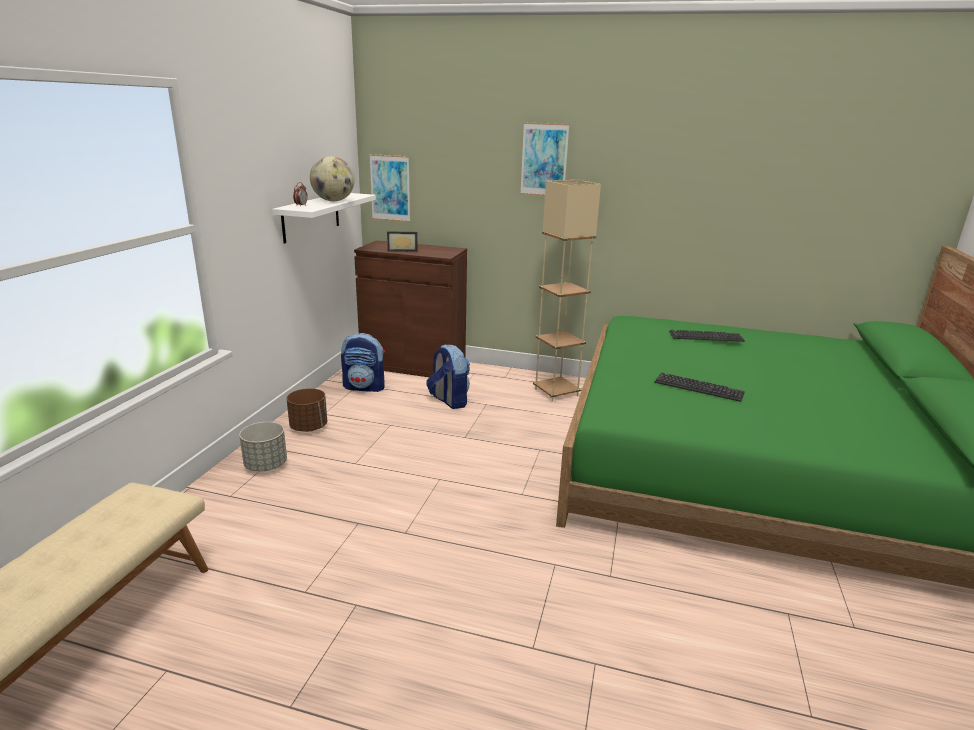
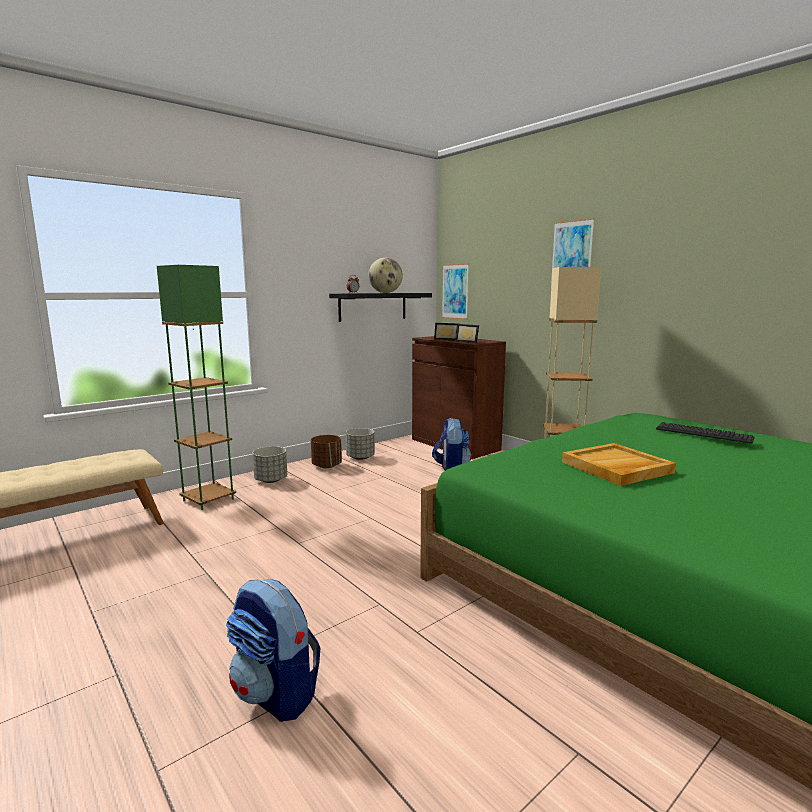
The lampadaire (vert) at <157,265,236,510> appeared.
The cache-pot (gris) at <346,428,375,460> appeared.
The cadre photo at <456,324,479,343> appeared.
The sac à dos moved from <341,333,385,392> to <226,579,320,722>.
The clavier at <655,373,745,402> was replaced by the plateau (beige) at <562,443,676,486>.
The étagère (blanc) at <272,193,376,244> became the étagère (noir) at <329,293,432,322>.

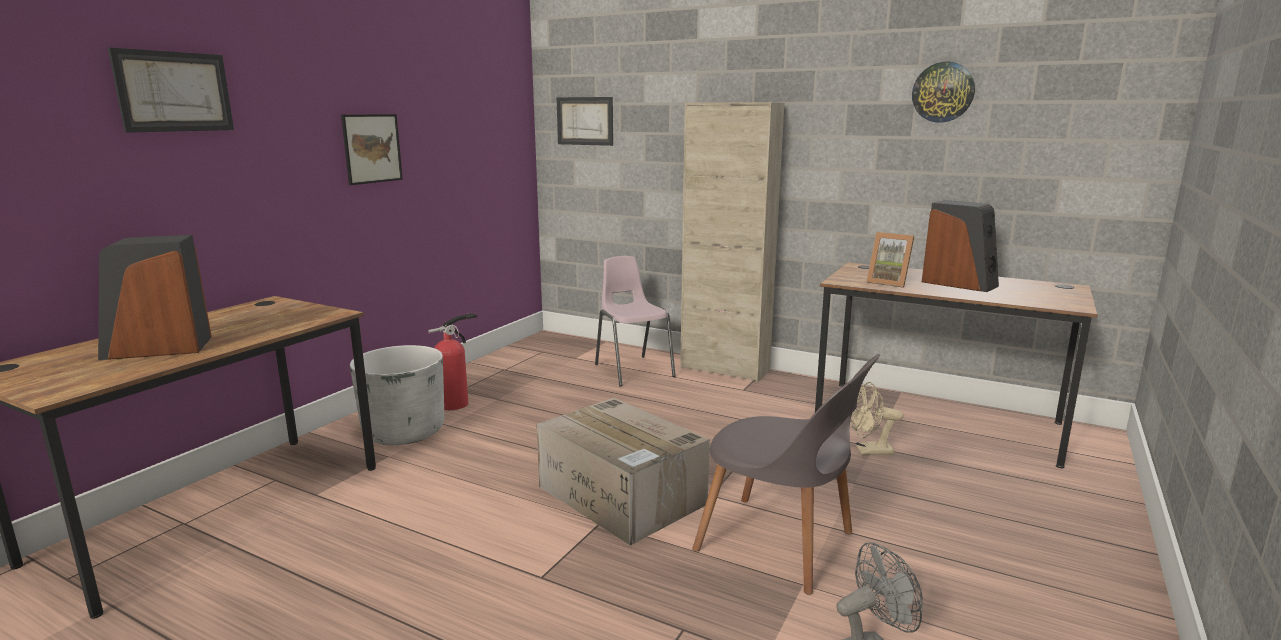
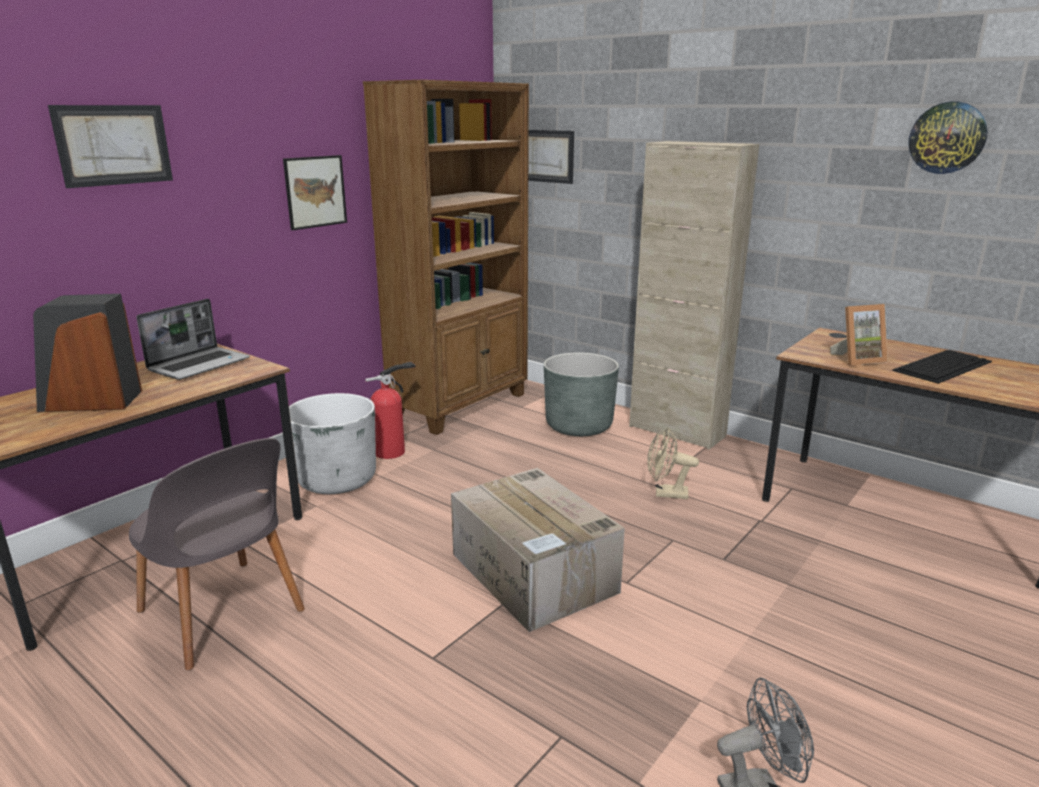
The ordinateur portable at <136,299,250,380> appeared.
The bibliothèque (marron) at <363,80,529,435> appeared.
The chaise (gris) moved from <692,354,880,595> to <129,438,305,670>.
The ventilateur (beige) moved from <850,382,903,455> to <647,427,699,499>.
The chaise (rose) at <595,256,676,386> was replaced by the cache-pot (gris) at <544,353,619,436>.
The enceinte at <922,200,999,292> was replaced by the clavier at <892,350,992,384>.
The cadre photo at <866,232,914,288> turned 60 degrees counterclockwise.

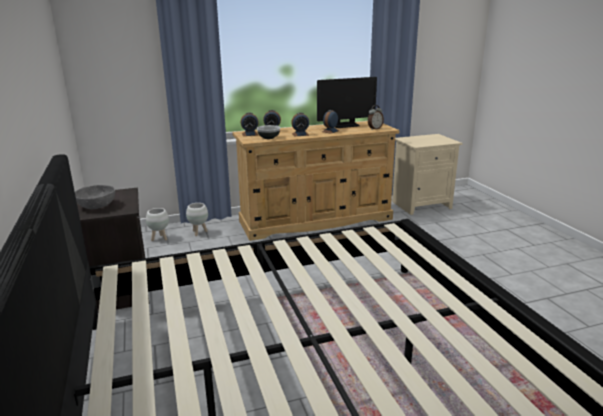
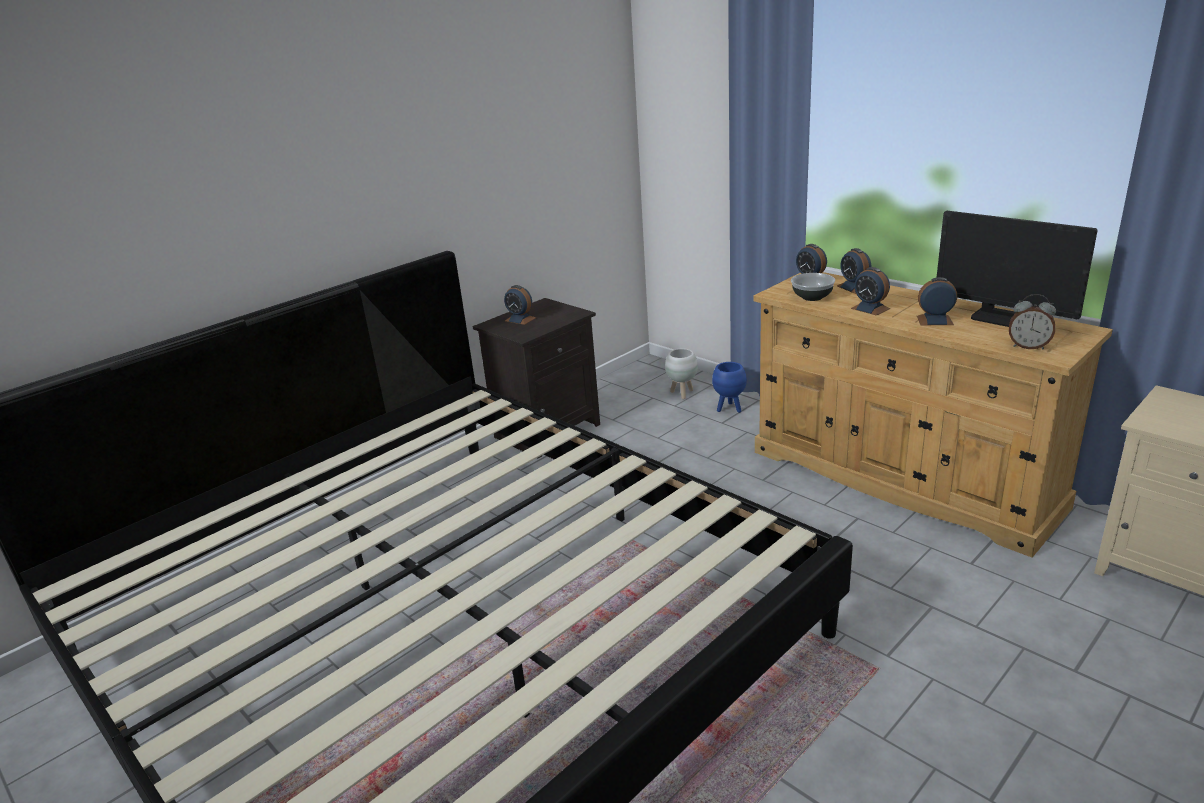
The bol (gris) at <75,185,115,209> was replaced by the réveil at <504,285,536,325>.
The cache-pot (blanc) at <186,203,208,236> became the cache-pot (bleu) at <712,362,747,413>.

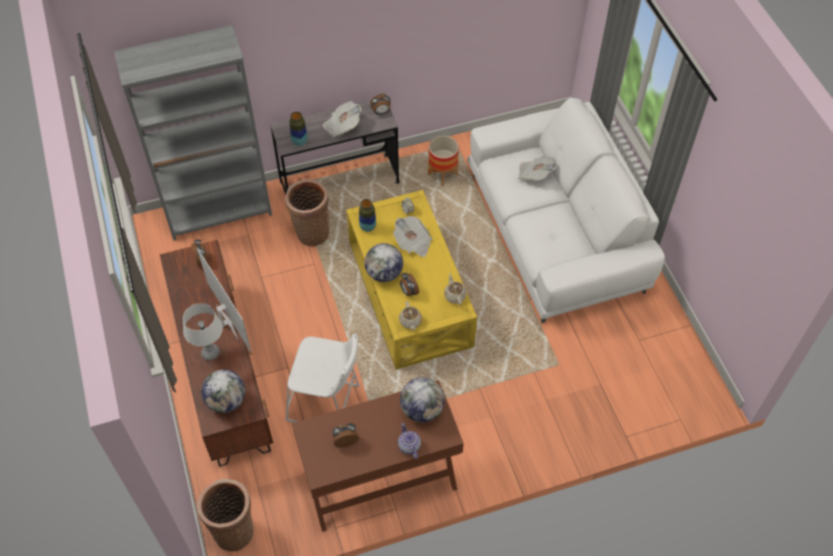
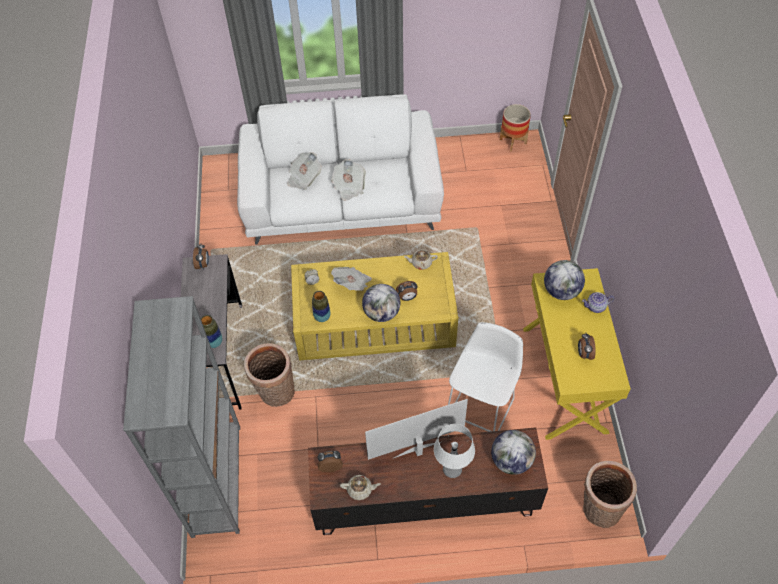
The journal moved from <323,101,362,138> to <331,159,366,201>.
The théière (beige) moved from <399,301,422,330> to <340,475,381,500>.
The cache-pot moved from <428,136,459,186> to <500,104,531,152>.
The table console (marron) at <292,380,464,532> became the table console (jaune) at <523,268,631,440>.

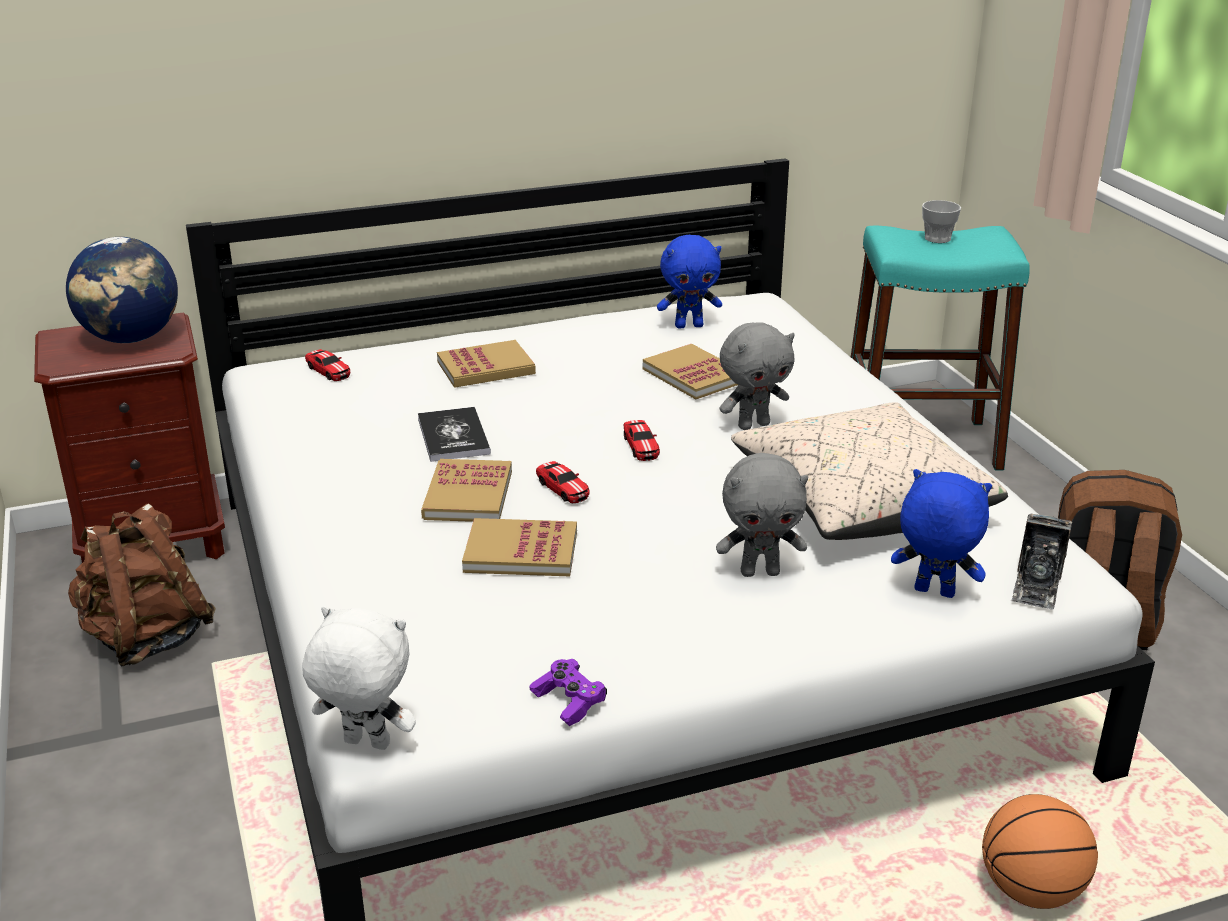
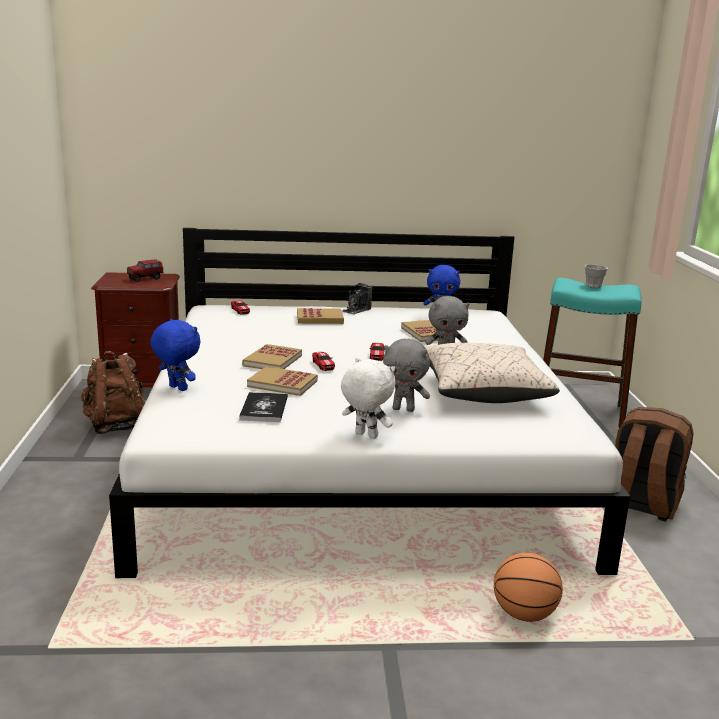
The manette (violet) at <530,659,607,726> disappeared.
The peluche (blanc) moved from <302,606,416,750> to <341,358,395,439>.
The livre moved from <418,407,491,462> to <239,392,288,422>.
The peluche (bleu) moved from <891,469,992,598> to <150,319,201,391>.
The appareil photo moved from <1011,514,1073,609> to <342,283,373,314>.
The globe at <66,237,178,343> was replaced by the camion jouet at <127,259,164,282>.

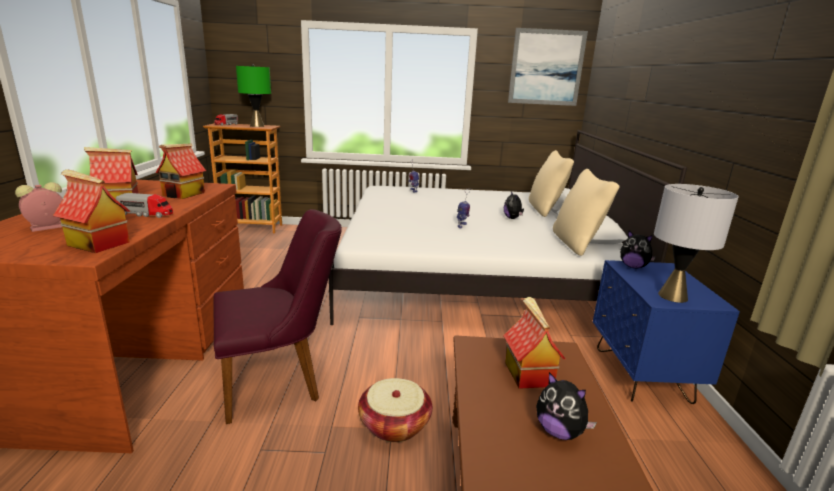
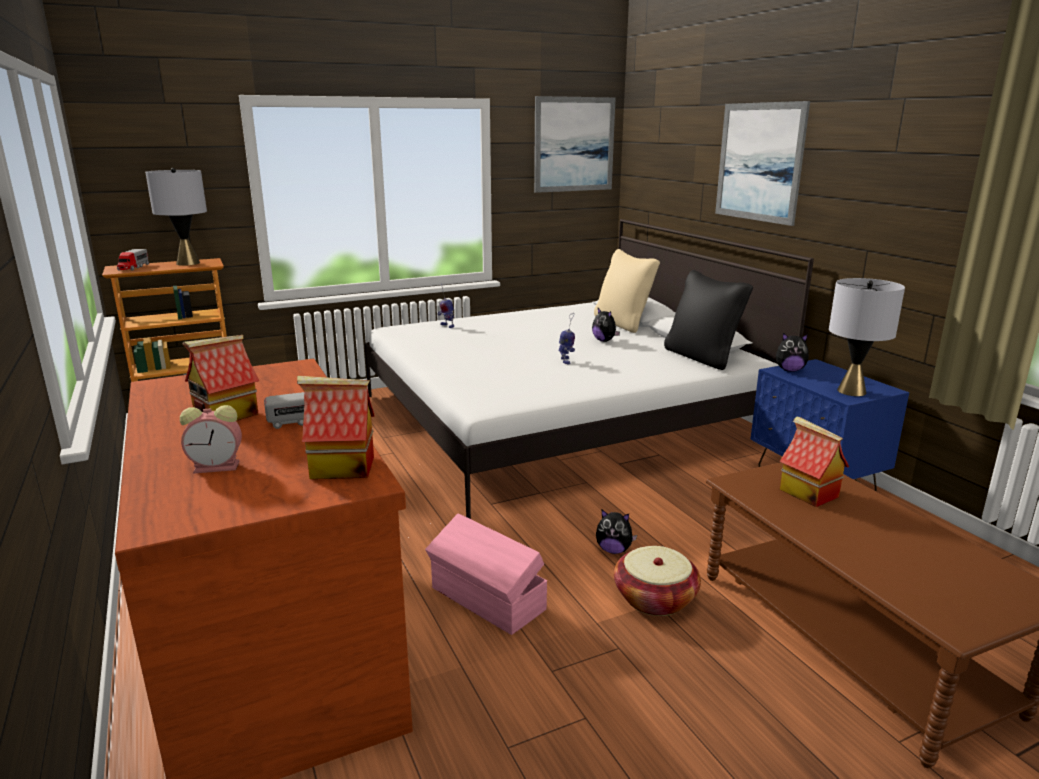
The maison miniature at <156,144,206,199> disappeared.
The tableau at <715,101,810,226> appeared.
The peluche moved from <536,372,597,440> to <596,510,637,554>.
The chaise (violet) at <214,209,342,424> was replaced by the boîte de rangement (rose) at <425,513,547,635>.
The lampe de table (vert) at <236,64,271,127> became the lampe de table (gris) at <145,168,207,266>.
The coussin (beige) at <553,169,619,256> became the coussin (noir) at <664,270,753,370>.
The réveil at <15,182,63,232> turned 120 degrees counterclockwise.

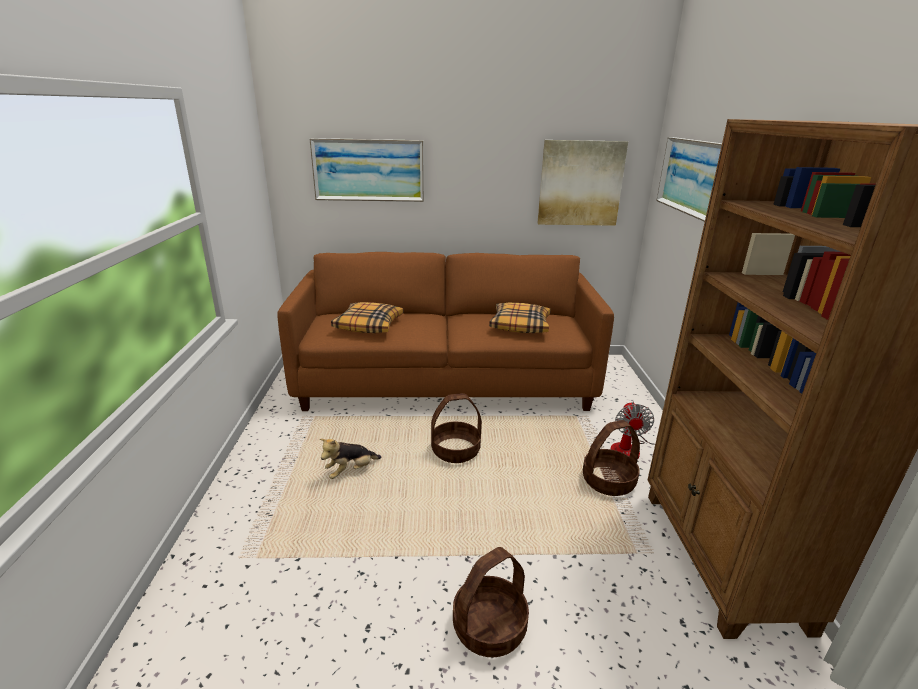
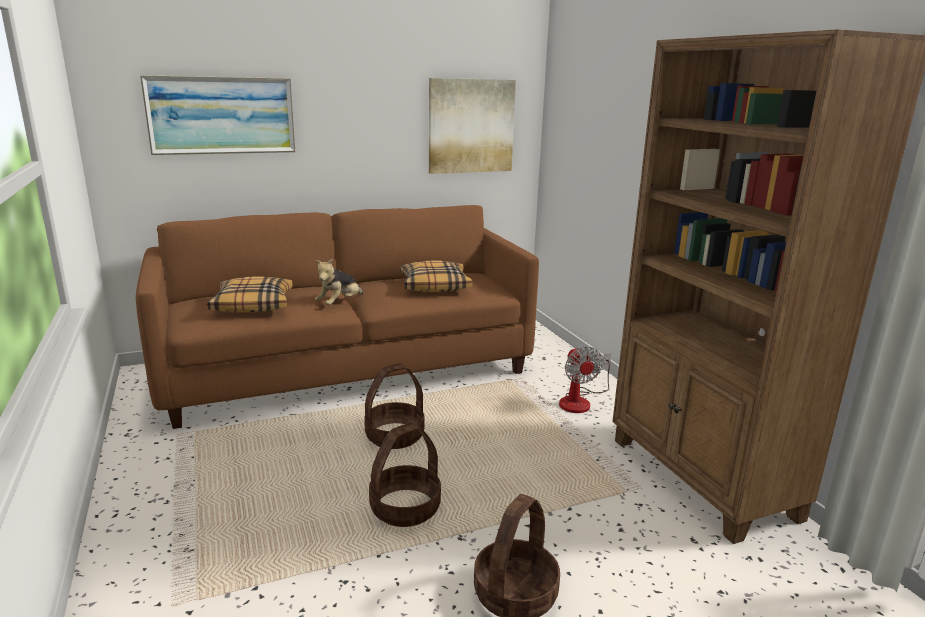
The tableau at <656,137,722,222> disappeared.
The peluche moved from <320,439,381,479> to <315,259,363,305>.
The panier moved from <583,420,640,496> to <369,423,441,527>.

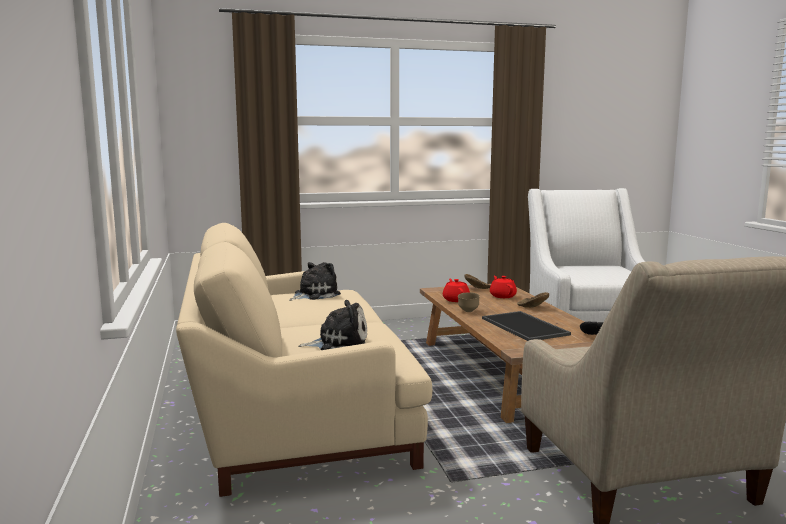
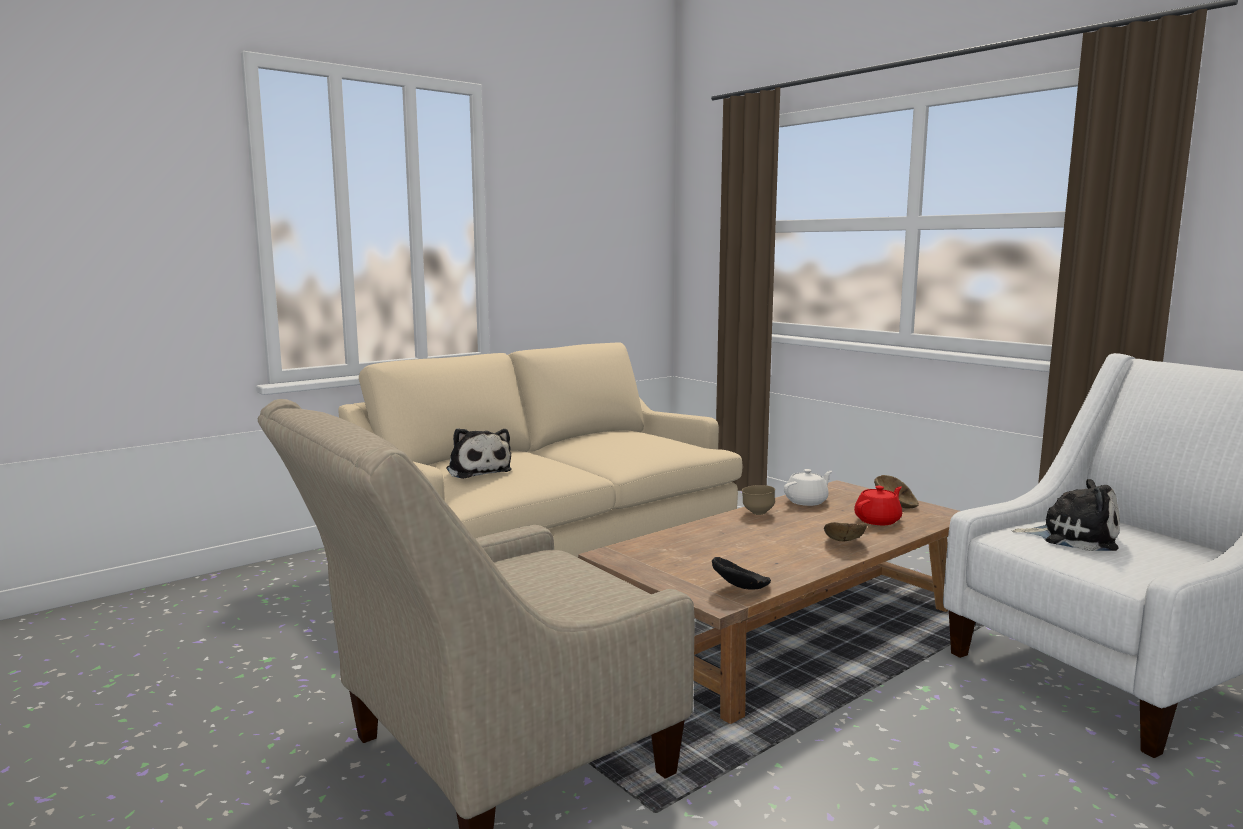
The plateau at <482,311,571,341> disappeared.
The peluche moved from <289,262,341,301> to <1012,479,1120,551>.
The théière (rouge) at <443,279,470,302> became the théière (blanc) at <784,469,832,506>.

